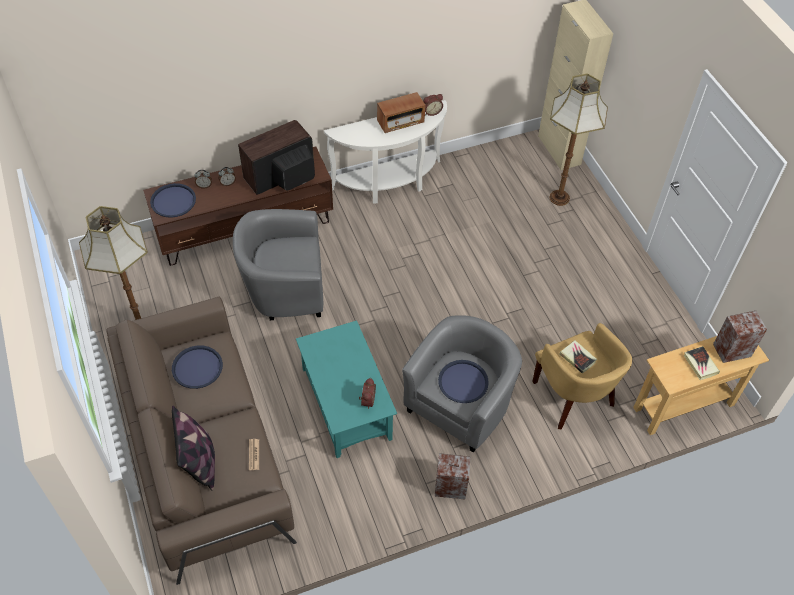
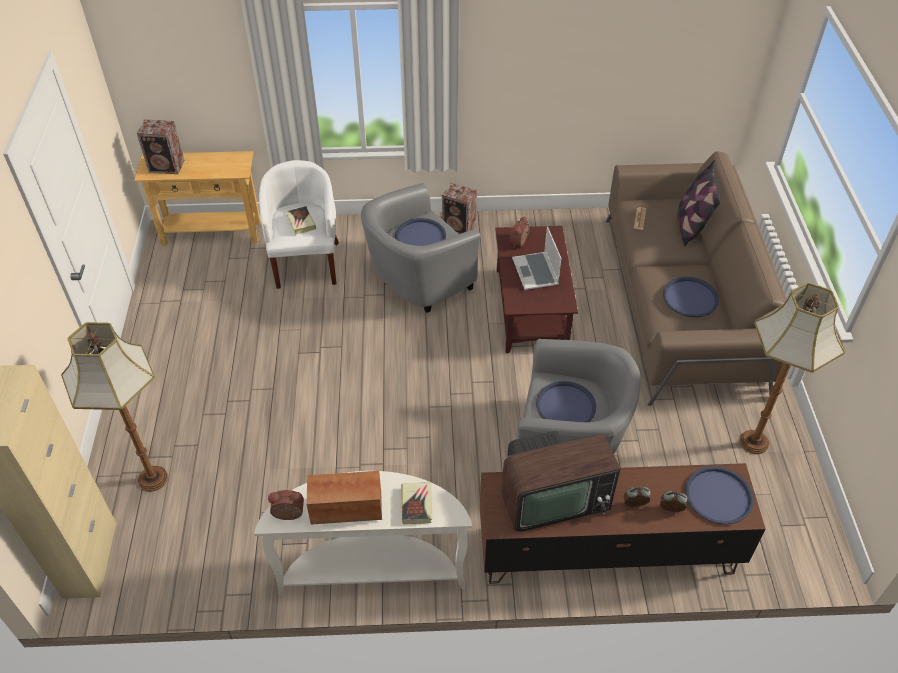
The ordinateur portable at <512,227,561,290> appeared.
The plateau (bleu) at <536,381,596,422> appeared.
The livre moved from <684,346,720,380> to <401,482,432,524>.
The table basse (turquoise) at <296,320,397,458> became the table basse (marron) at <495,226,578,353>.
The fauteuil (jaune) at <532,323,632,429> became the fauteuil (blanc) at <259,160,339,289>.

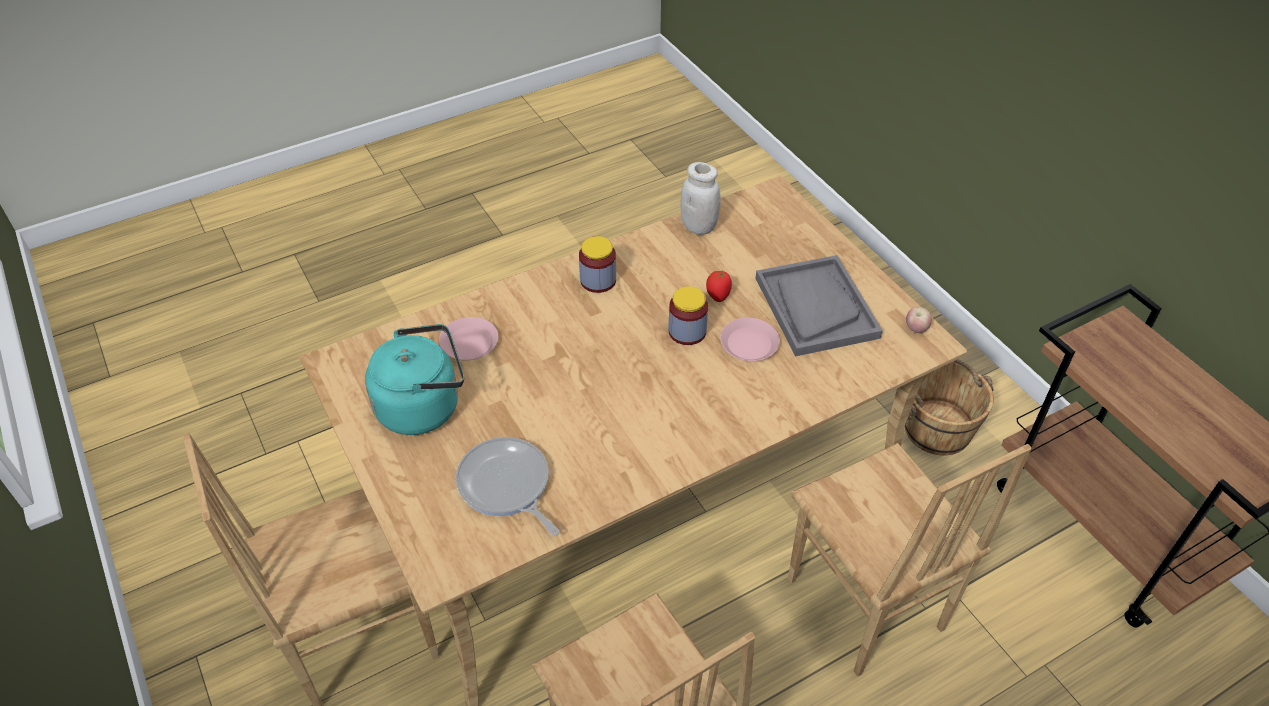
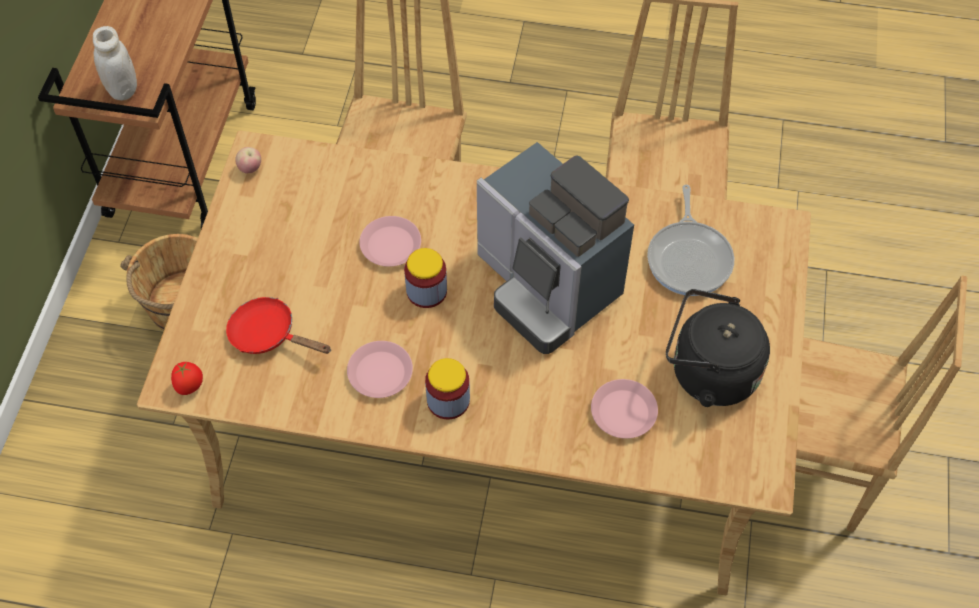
The plateau (gris) at <755,255,883,356> disappeared.
The poêle (rouge) at <226,297,331,354> appeared.
The assiette (rose) at <347,341,413,398> appeared.
The machine à café at <477,142,634,354> appeared.
The bocal (blanc) moved from <680,162,720,235> to <93,26,137,100>.
The tomate moved from <706,271,732,302> to <171,361,203,395>.
The bouilloire (turquoise) at <365,324,464,435> became the bouilloire (noir) at <666,289,770,407>.

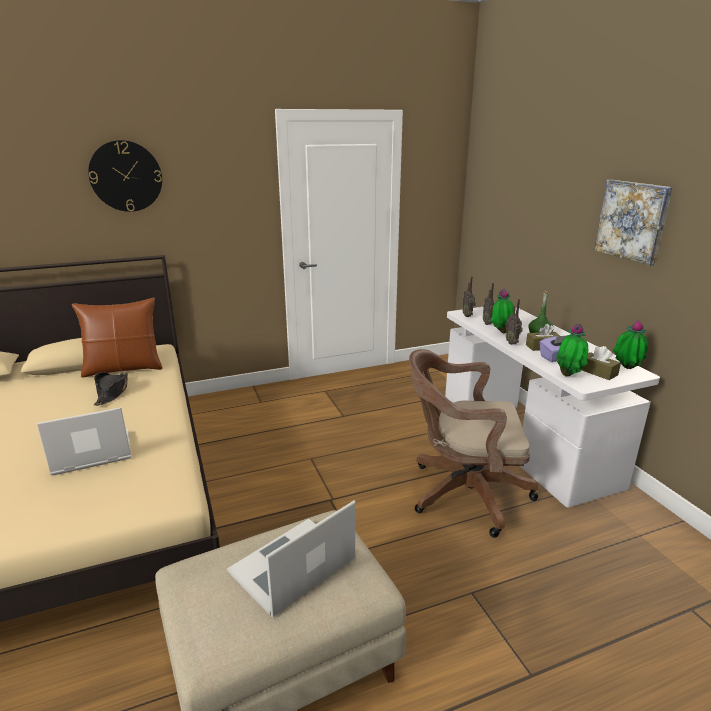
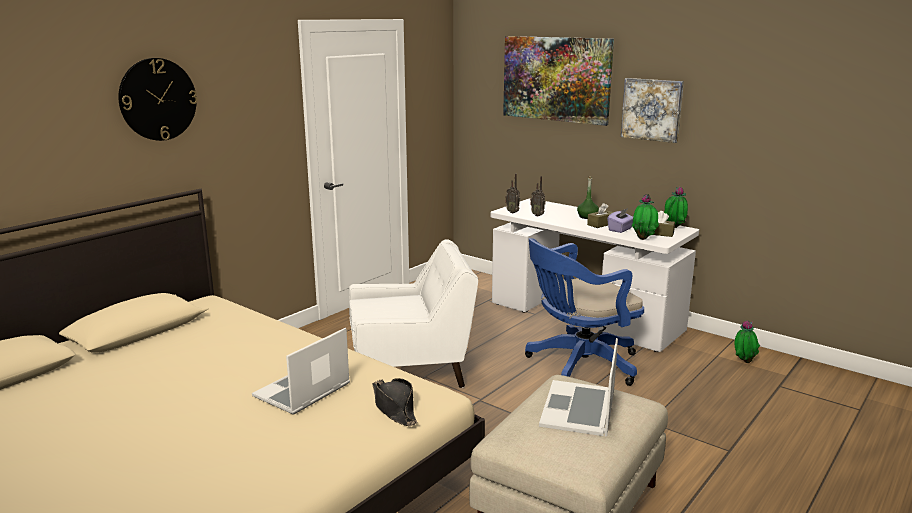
The coussin (marron) at <72,298,163,377> disappeared.
The radio at <506,299,523,345> disappeared.
The fauteuil (blanc) at <349,239,478,388> appeared.
The tableau at <503,36,614,126> appeared.
The chapeau (noir) moved from <94,372,128,406> to <372,378,417,426>.
The plante en pot moved from <490,289,514,334> to <735,320,760,363>.
The chaise de bureau (marron) at <409,349,538,538> became the chaise de bureau (bleu) at <525,238,644,386>.

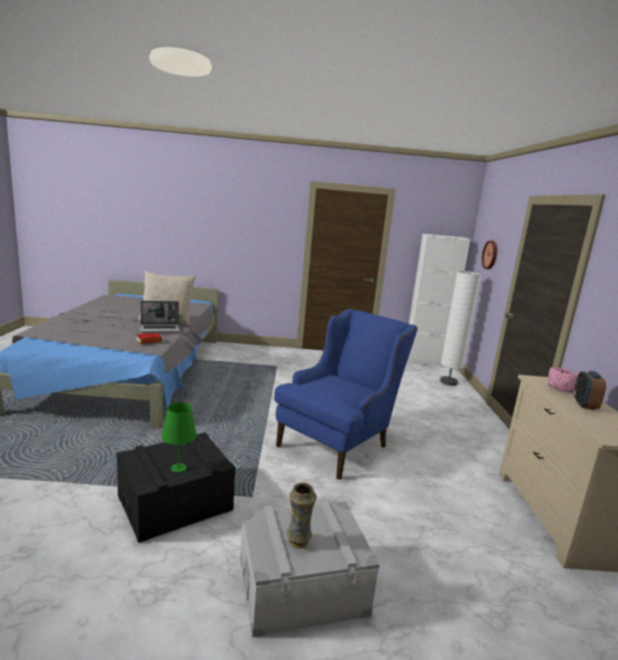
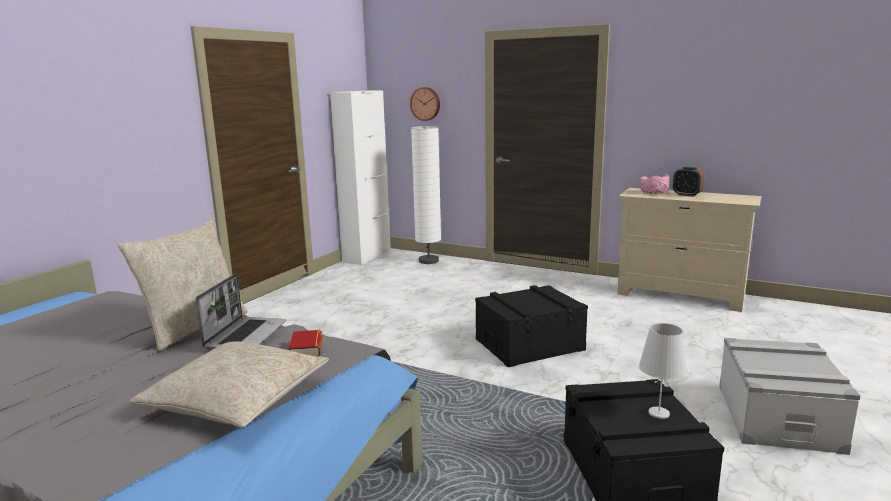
The vase at <287,483,317,549> disappeared.
The coussin (beige) at <129,341,329,427> appeared.
The fauteuil (bleu) at <274,309,418,480> was replaced by the boîte de rangement (noir) at <475,285,588,367>.
The lampe de table (vert) at <161,402,197,473> became the lampe de table (blanc) at <639,323,688,419>.

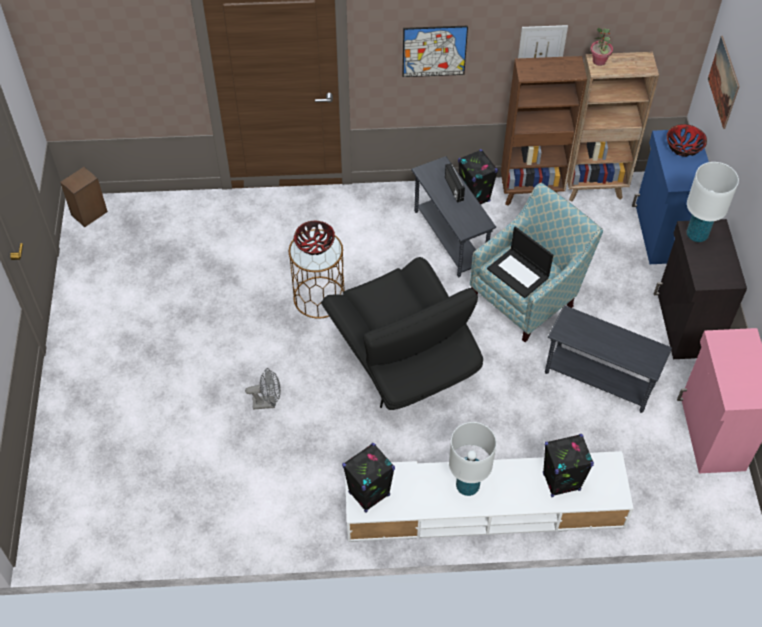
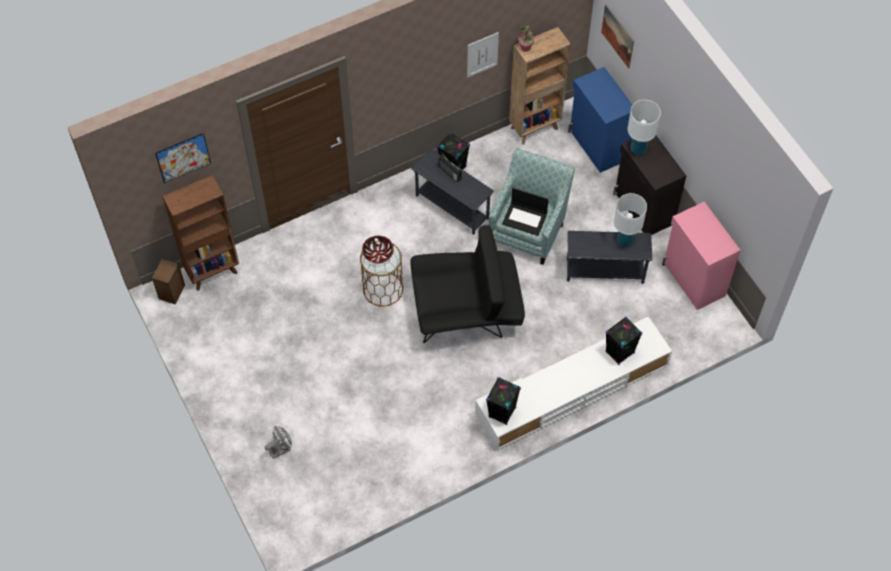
The bol at <666,124,707,157> disappeared.
The ventilateur (gris) moved from <245,368,281,409> to <265,426,292,459>.
The tableau moved from <402,26,468,77> to <155,133,211,183>.
The lampe de table (blanc) moved from <449,422,496,496> to <614,193,647,246>.
The bibliothèque (marron) moved from <501,56,587,206> to <162,175,239,291>.
The fauteuil (noir) at <321,257,483,410> turned 45 degrees counterclockwise.

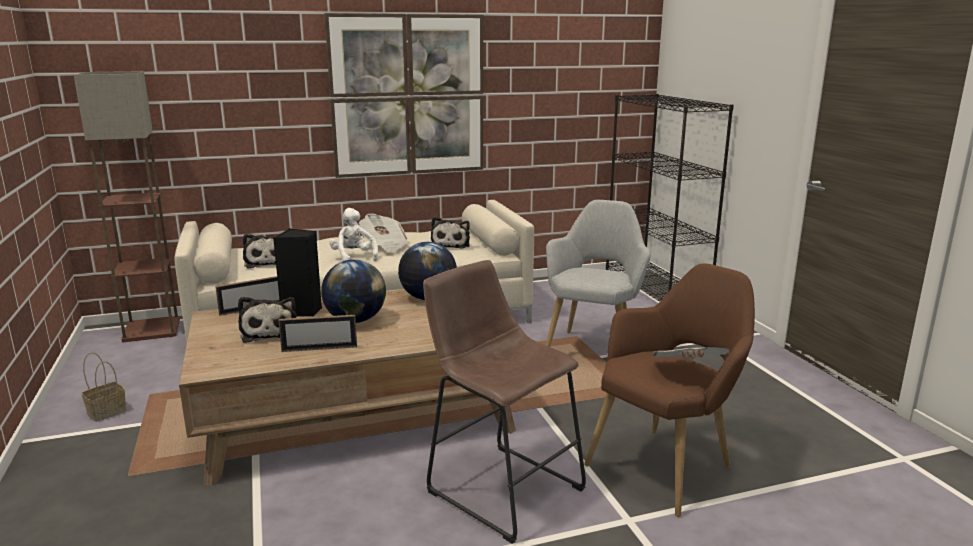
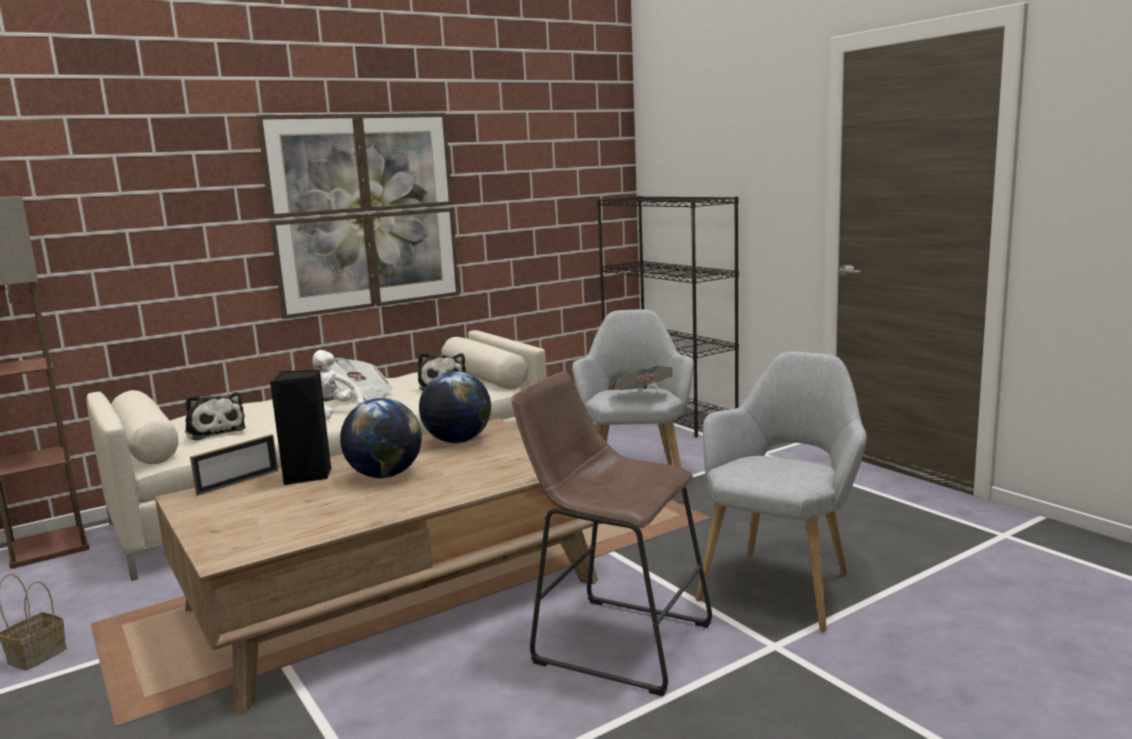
The peluche at <238,297,296,343> disappeared.
The cadre photo at <278,315,357,352> disappeared.
The journal moved from <651,347,730,361> to <611,366,673,390>.
The fauteuil (marron) at <584,263,755,517> became the fauteuil (gris) at <695,352,867,632>.

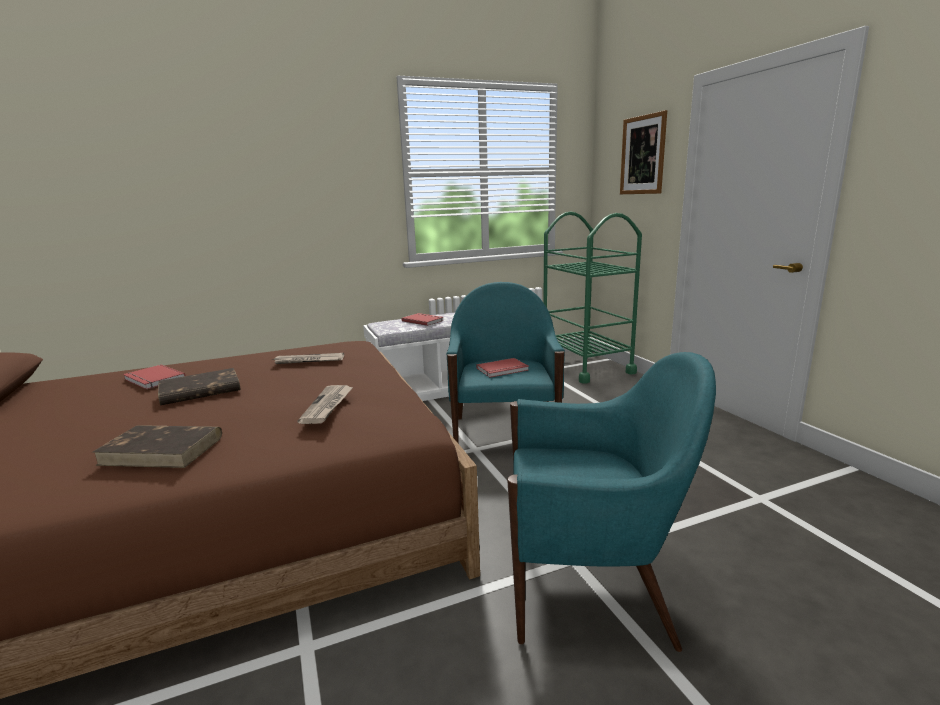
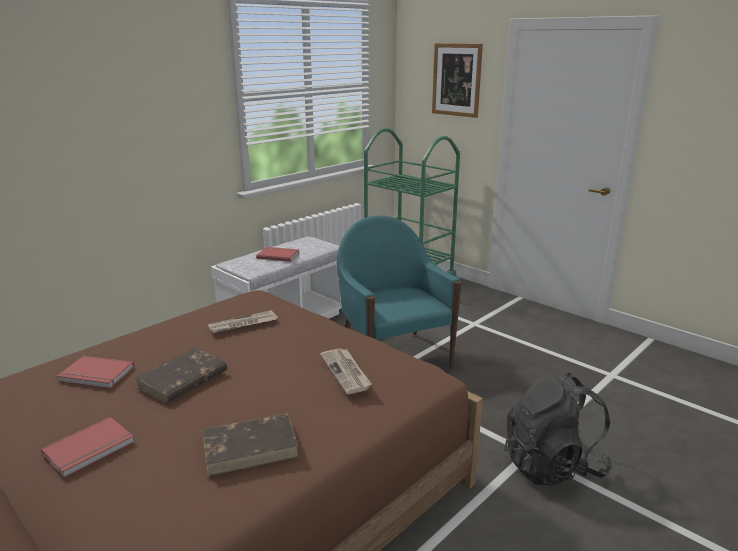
The livre (rouge) moved from <476,358,528,377> to <41,417,134,478>.
The fauteuil (turquoise) at <507,352,716,652> was replaced by the sac à dos (noir) at <504,373,612,486>.

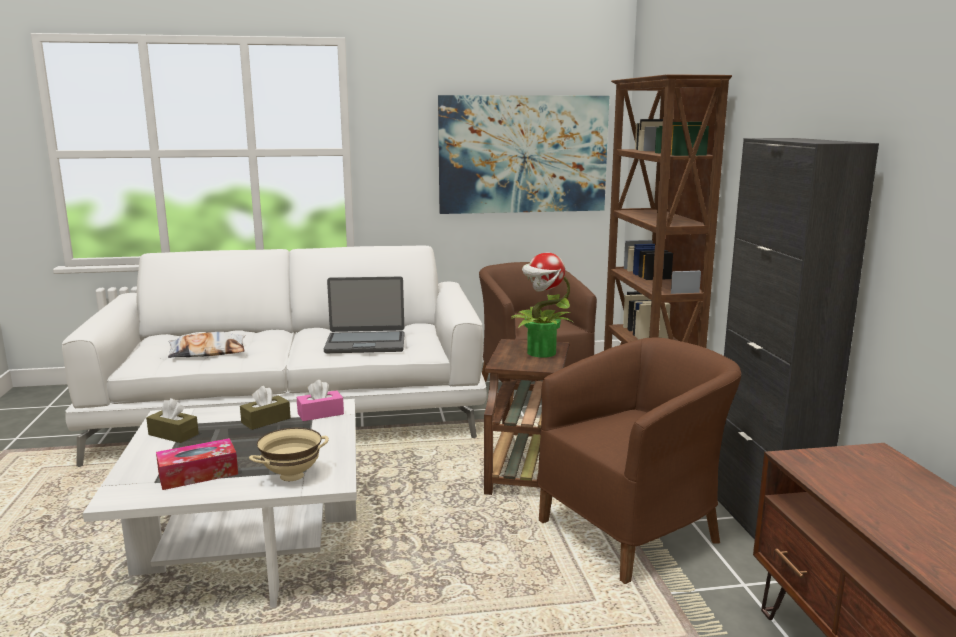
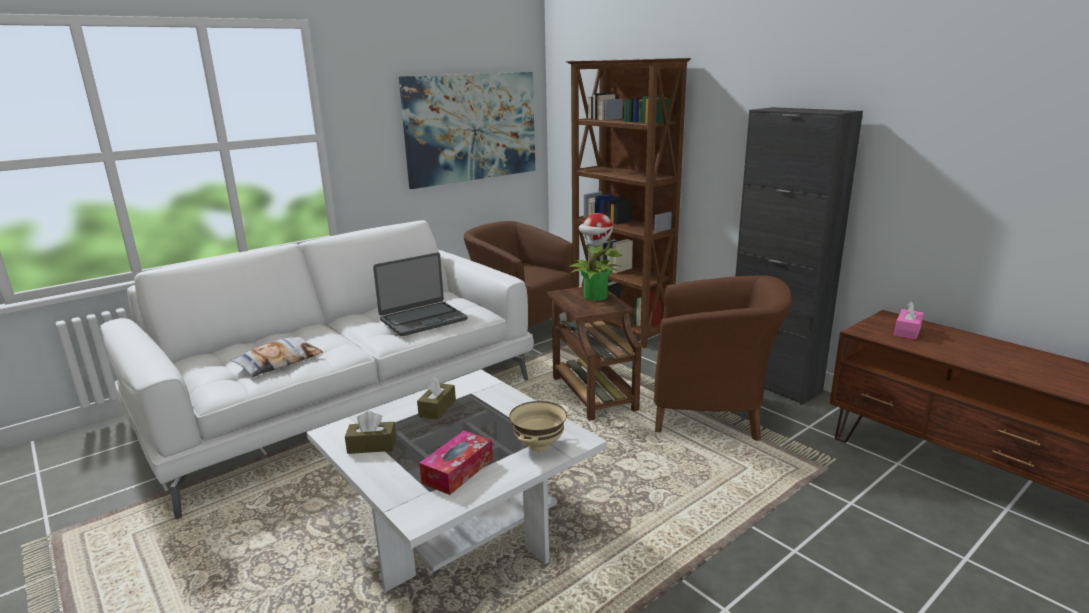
The boîte à mouchoirs (rose) moved from <297,380,344,421> to <894,301,924,339>.
The fauteuil (marron) at <537,338,741,584> turned 75 degrees clockwise.

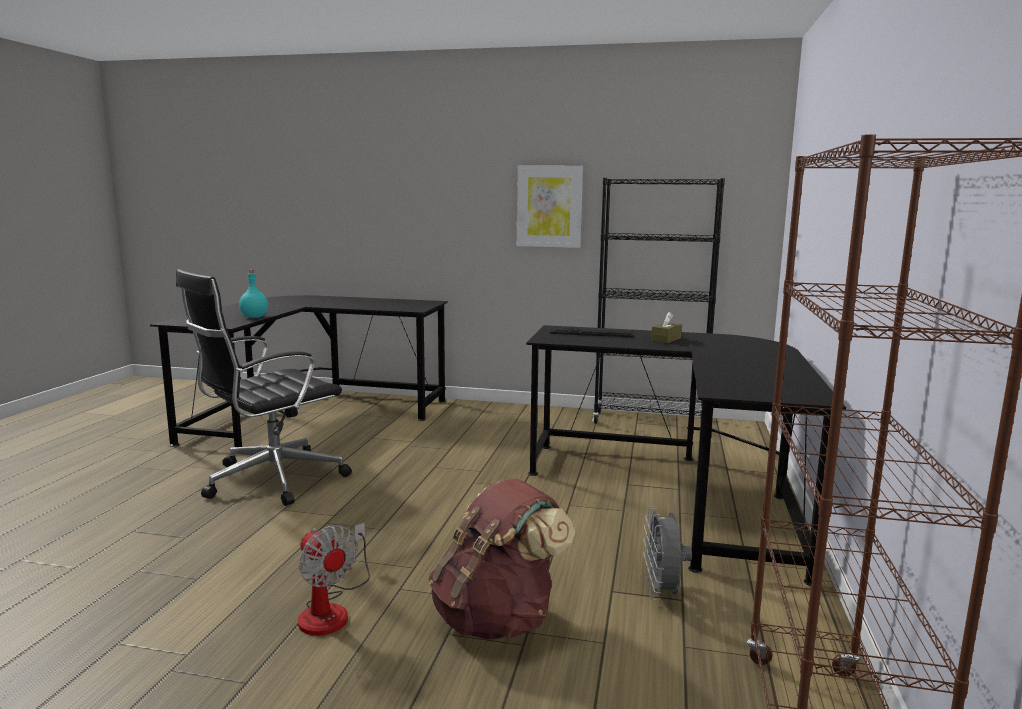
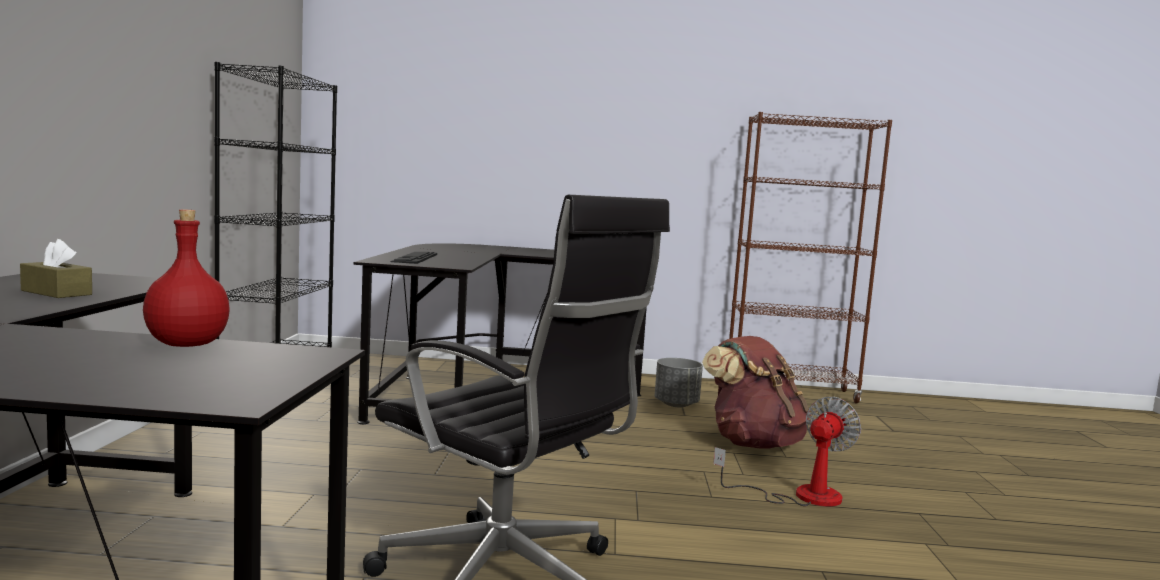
The tableau at <517,166,583,248> disappeared.
The boîte à mouchoirs (marron) moved from <651,311,682,343> to <20,239,92,298>.
The ventilateur (gris) at <643,506,692,600> was replaced by the cache-pot (gris) at <655,358,703,407>.
The bouteille (turquoise) at <239,269,268,318> became the bouteille (rouge) at <143,210,230,347>.

